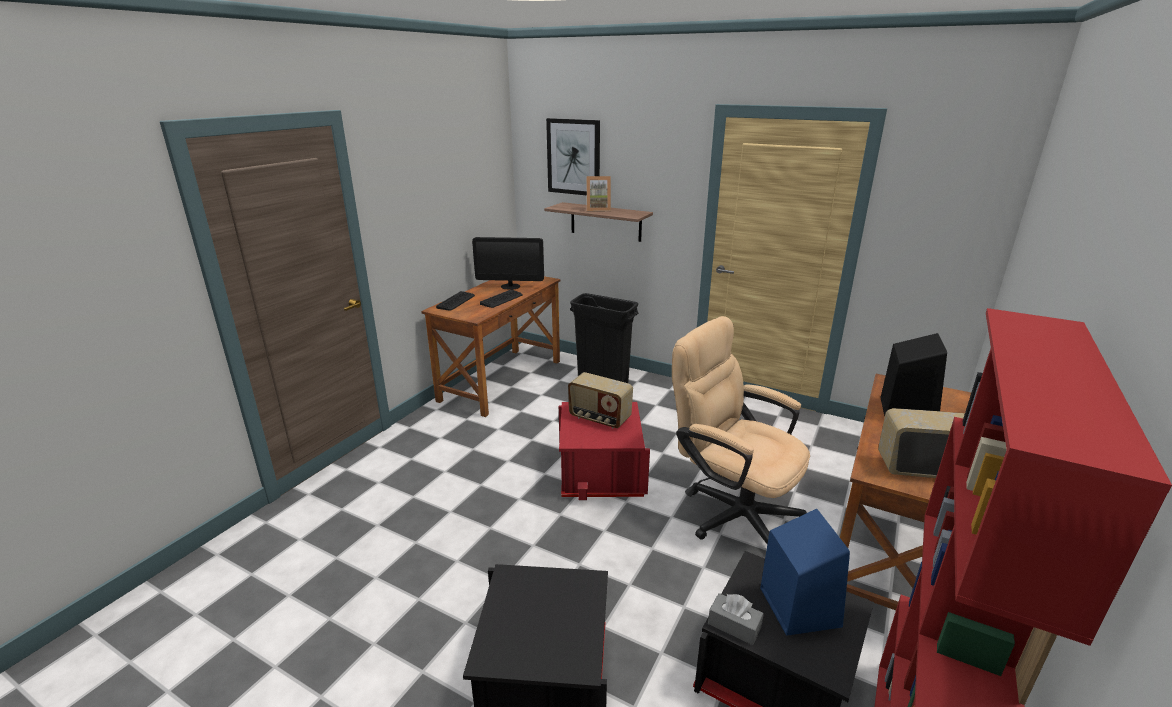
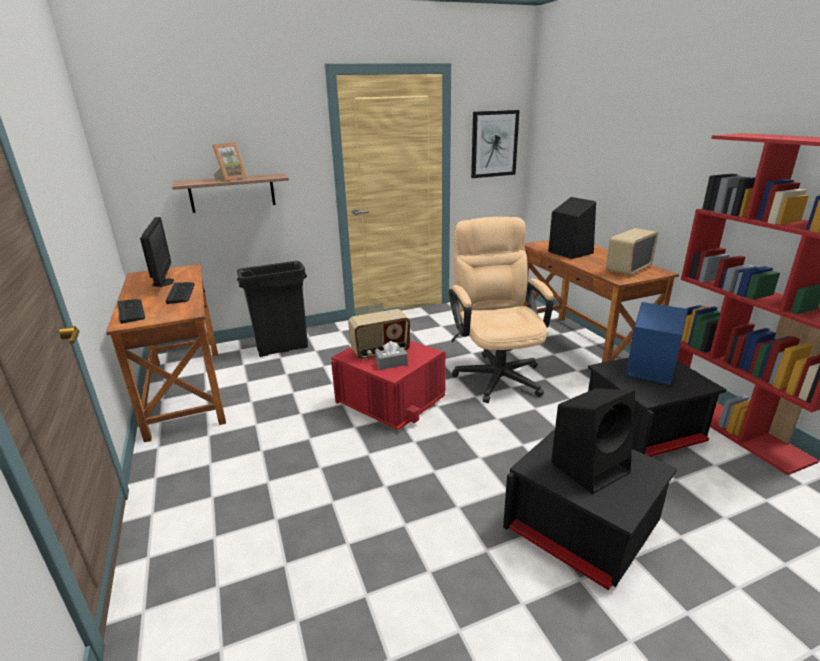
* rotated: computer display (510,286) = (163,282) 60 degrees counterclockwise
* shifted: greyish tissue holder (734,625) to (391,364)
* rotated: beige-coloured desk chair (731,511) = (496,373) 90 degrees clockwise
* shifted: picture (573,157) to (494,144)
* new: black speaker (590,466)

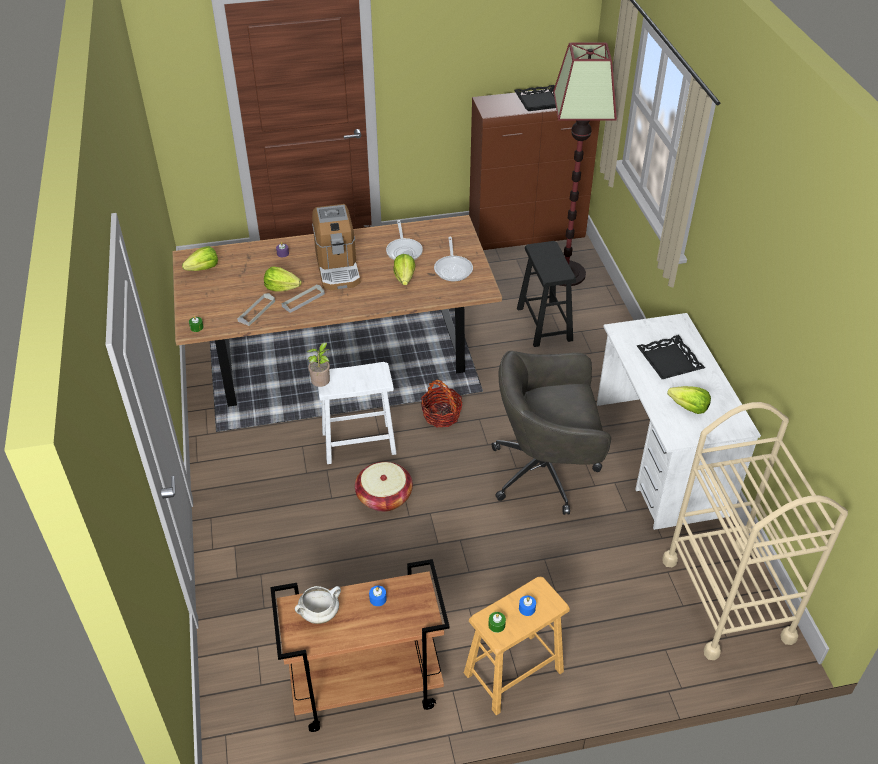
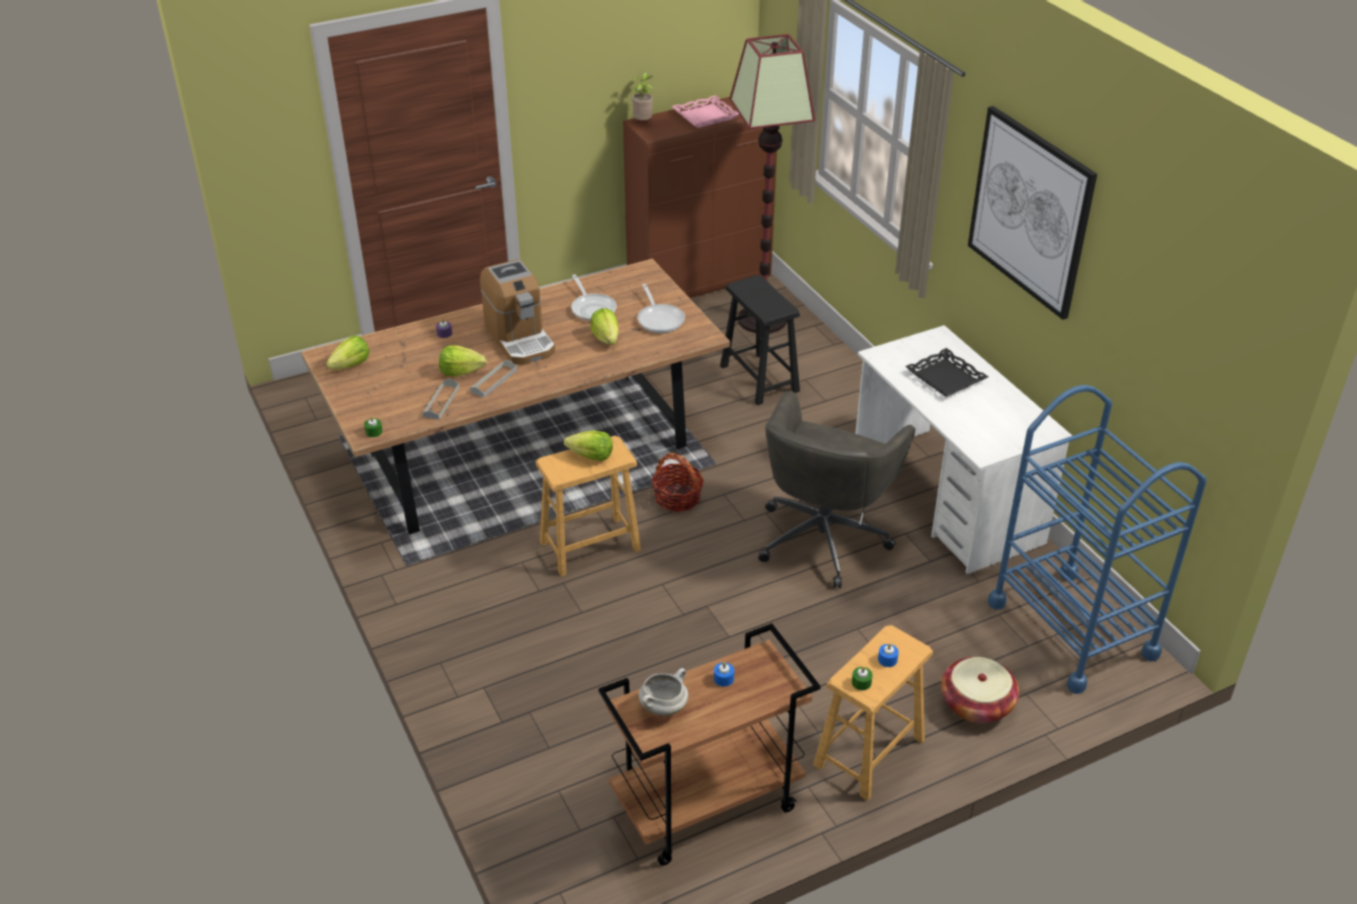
* repainted: white stool (359,443) to brownish stool (590,546)
* shifted: lettuce (688,408) to (591,456)
* shifted: potted plant (322,385) to (643,123)
* repainted: black tray (539,101) to pink-coloured tray (705,116)
* rotated: greyish desk chair (546,472) = (824,536) 45 degrees counterclockwise
* shifted: basket (384,496) to (976,704)
* new: picture (1030,211)
* repainted: beige-coloured wheeled cart (727,599) to blue wheeled cart (1072,629)

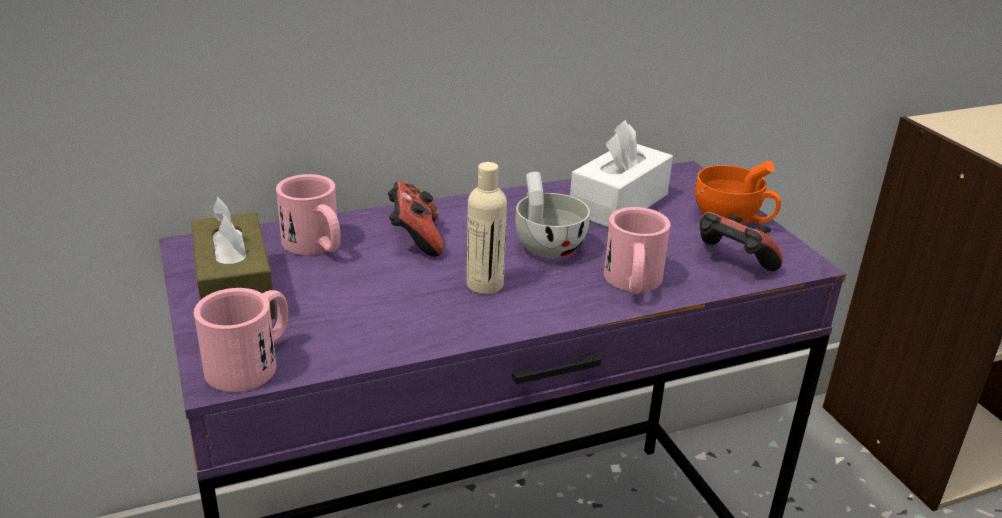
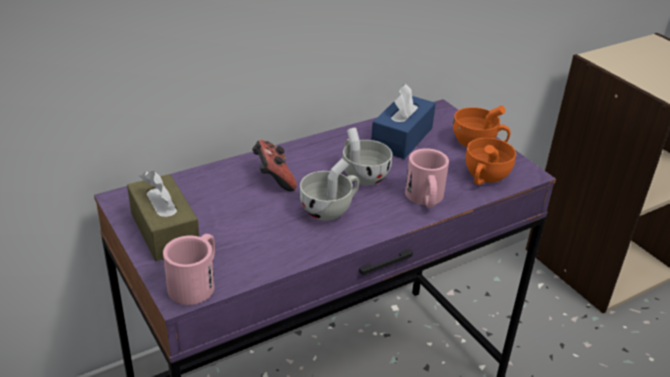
* swapped: beige-coloured beverage bottle (485,284) to white small cup (330,209)
* repainted: white tissue holder (619,203) to blue tissue holder (402,138)
* swapped: gamepad (732,263) to orangey small cup (484,178)
* gone: pink-coloured mug (317,246)

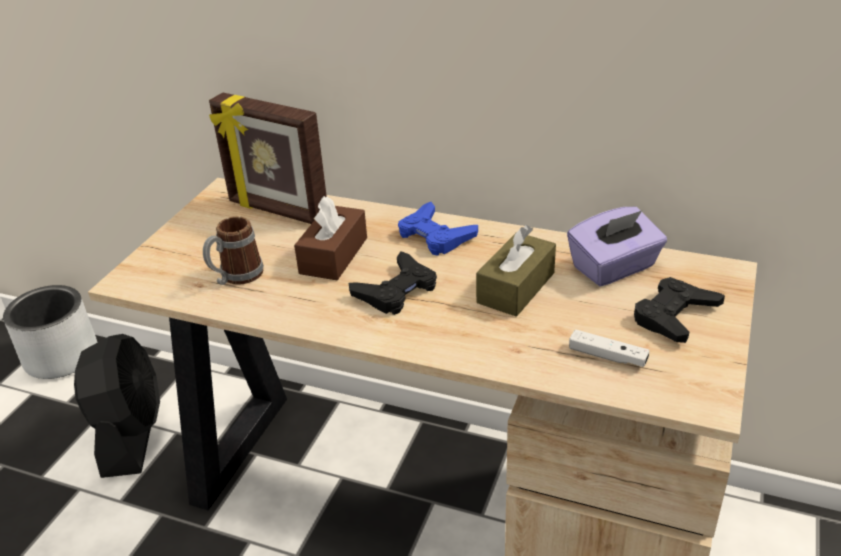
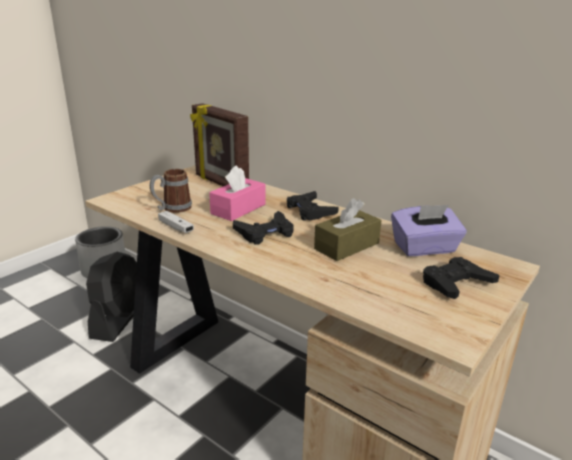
* shifted: white gamepad (607,356) to (176,227)
* repainted: brownish tissue holder (333,255) to pink-coloured tissue holder (238,209)
* repainted: blue gamepad (435,236) to black gamepad (309,211)

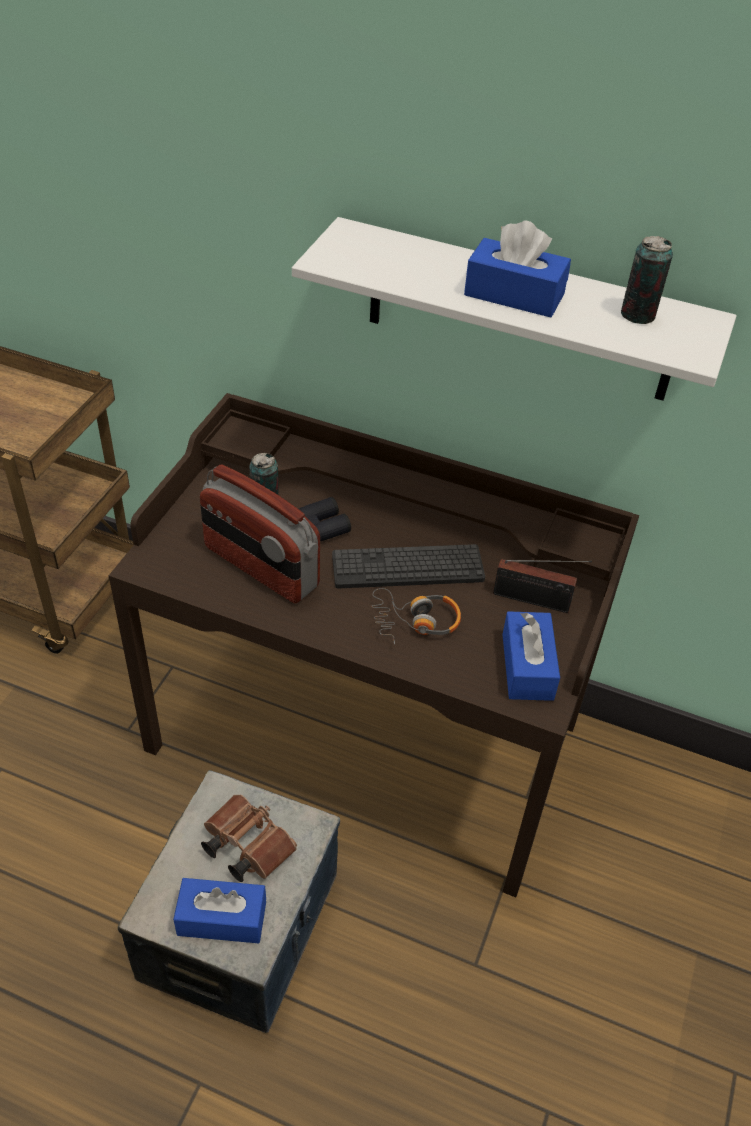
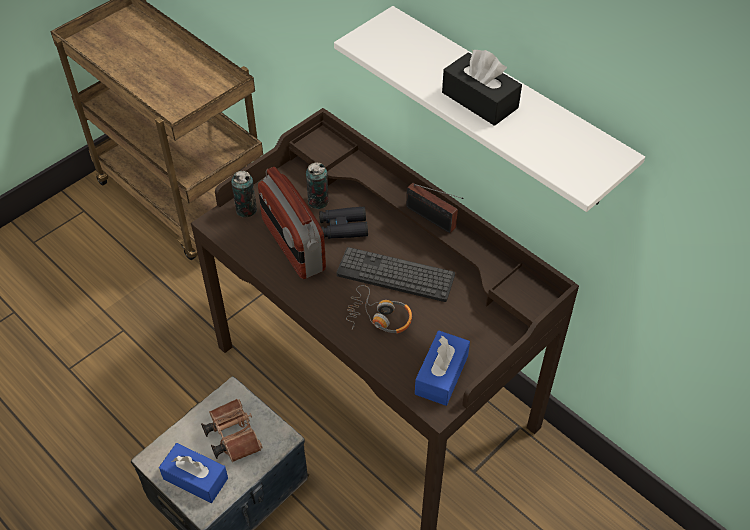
* shifted: sealed can (638,315) to (246,210)
* shifted: radio (535,601) to (433,219)
* repainted: blue tissue holder (514,294) to black tissue holder (479,100)

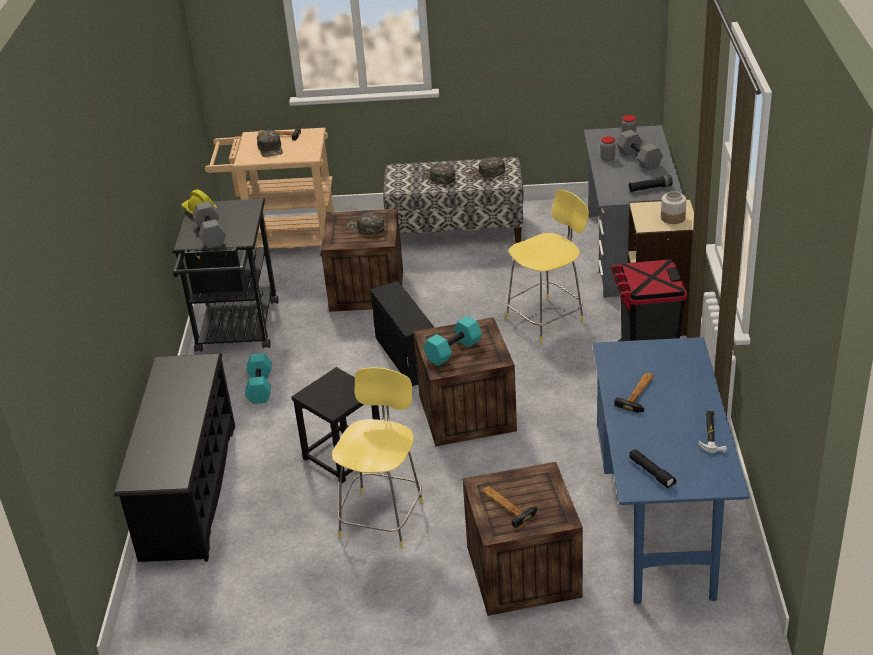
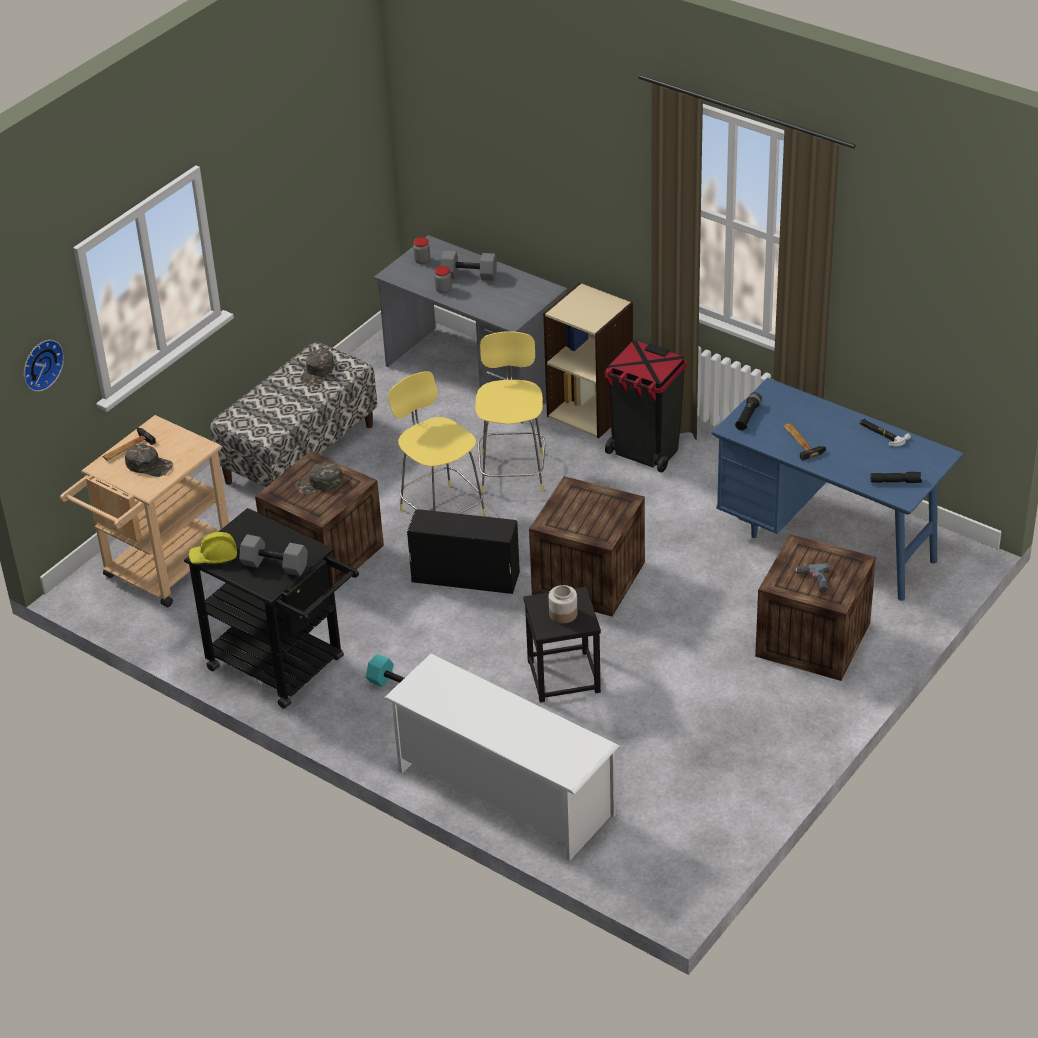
* new: clock on the wall (40,364)
* repainted: black shoe stand (188,490) to white shoe stand (503,792)
* shifted: yellow stool (383,517) to (441,510)
* shifted: preserve jar (672,218) to (563,614)
* shifted: black flashlight (650,189) to (748,417)
* swapped: hammer (507,505) to power drill (813,581)
* gone: green-coloured peaked cap (438,177)
* gone: turquoise dumbbell (453,351)

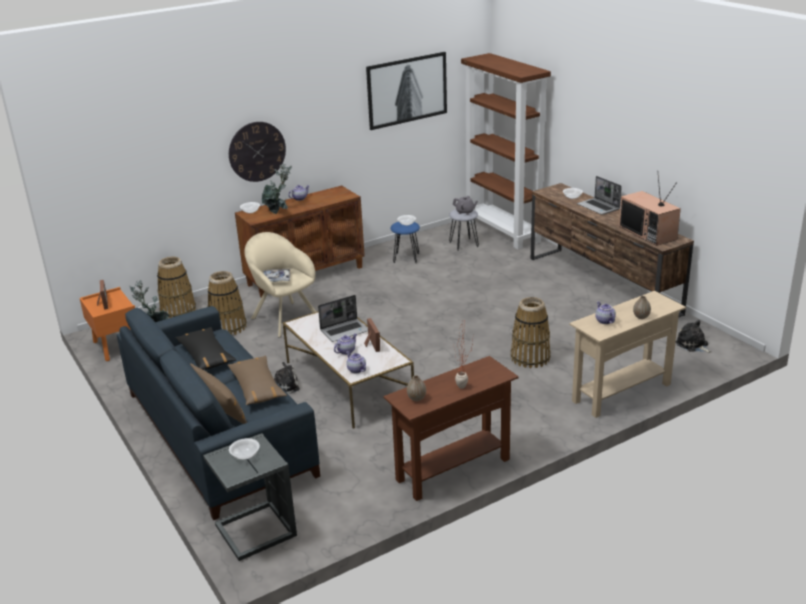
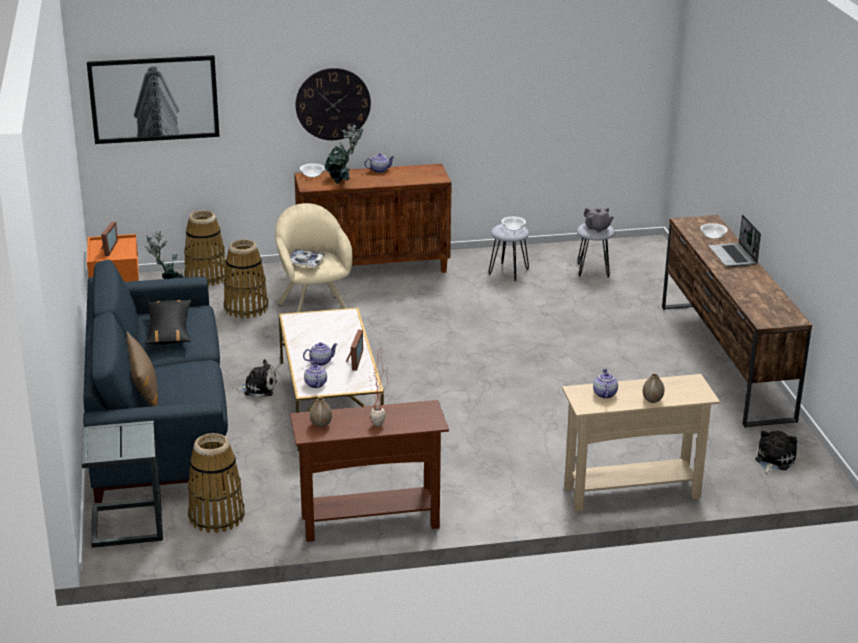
* shifted: picture (407,90) to (154,99)
* shifted: basket (530,358) to (216,517)
* repainted: blue stool (406,257) to greyish stool (508,271)
* rotated: cuddly toy (693,345) = (773,460) 45 degrees clockwise
* gone: brownish pillow (257,387)
* gone: serving bowl (245,455)
* gone: laptop (345,331)
* gone: brownish shelving unit (503,231)
* gone: television (649,233)

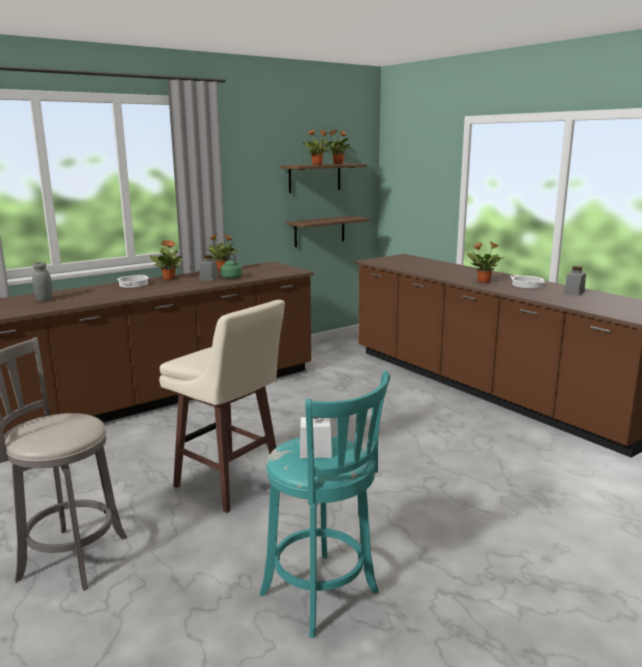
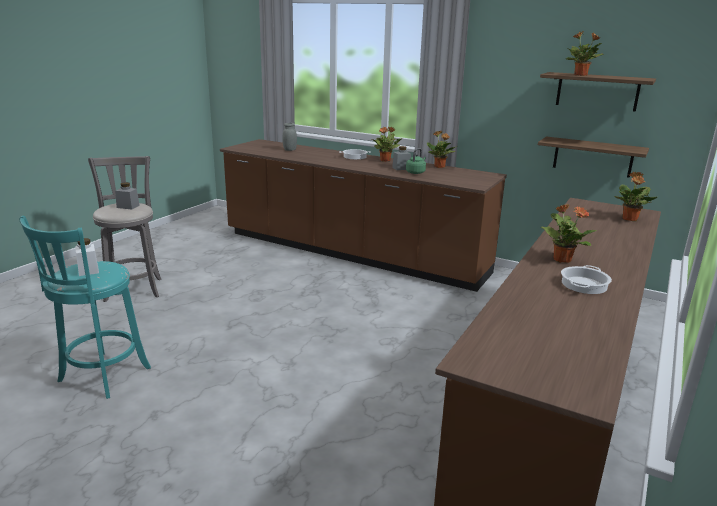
* shifted: greyish preserve jar (574,292) to (128,206)
* shifted: potted plant (338,164) to (629,219)
* gone: beige-coloured stool (230,485)

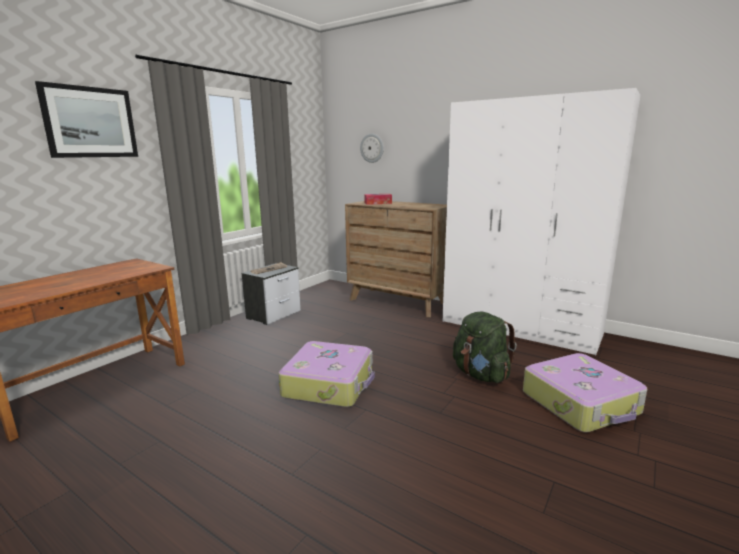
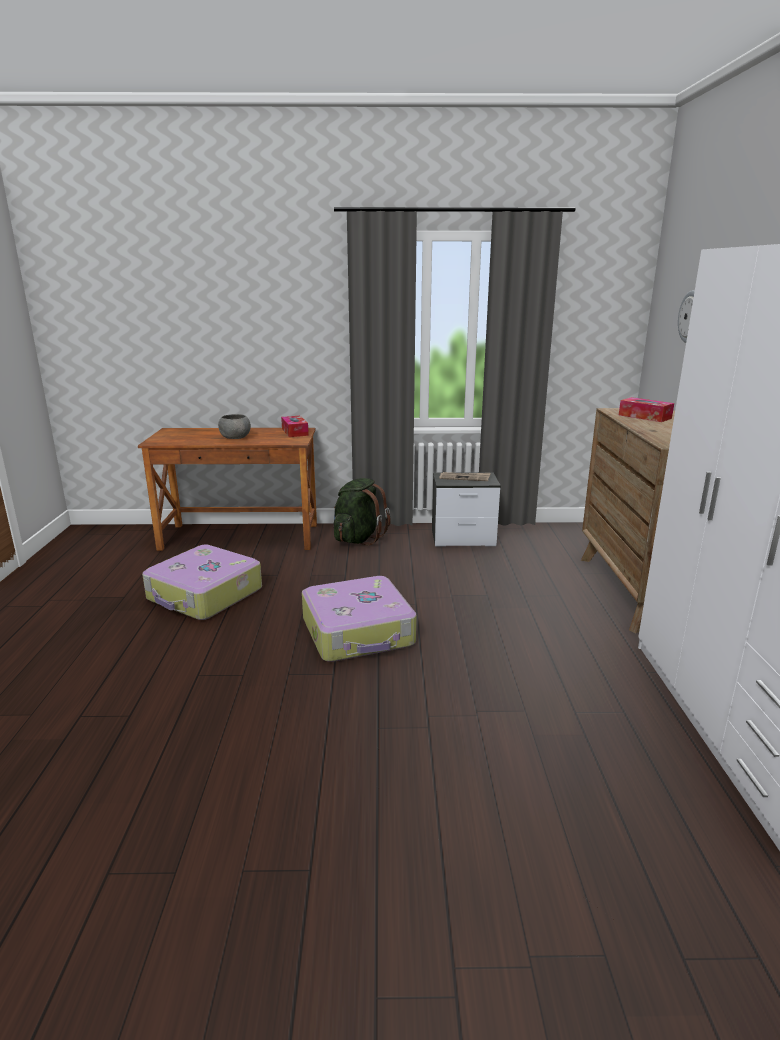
* shifted: travel case (581,403) to (204,595)
* new: greyish serving bowl (235,438)
* new: tissue holder (295,432)
* shifted: green-coloured backpack (481,374) to (358,538)
* gone: picture (90,122)

